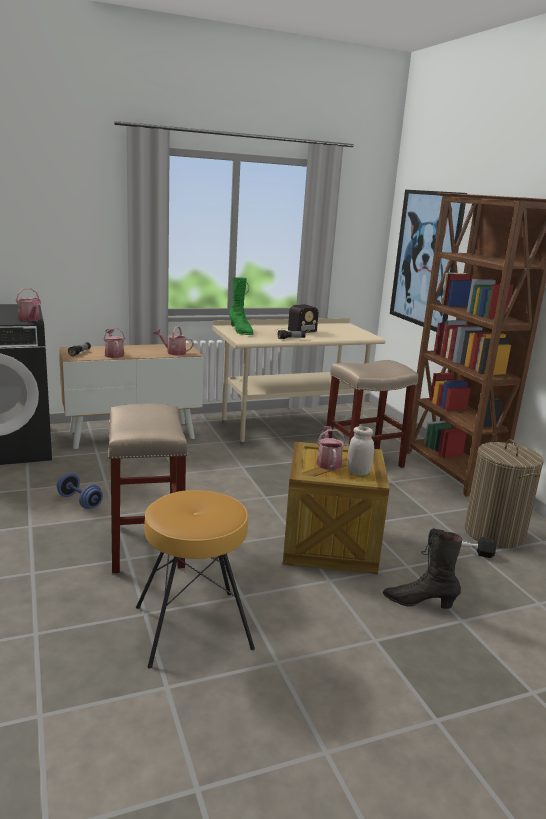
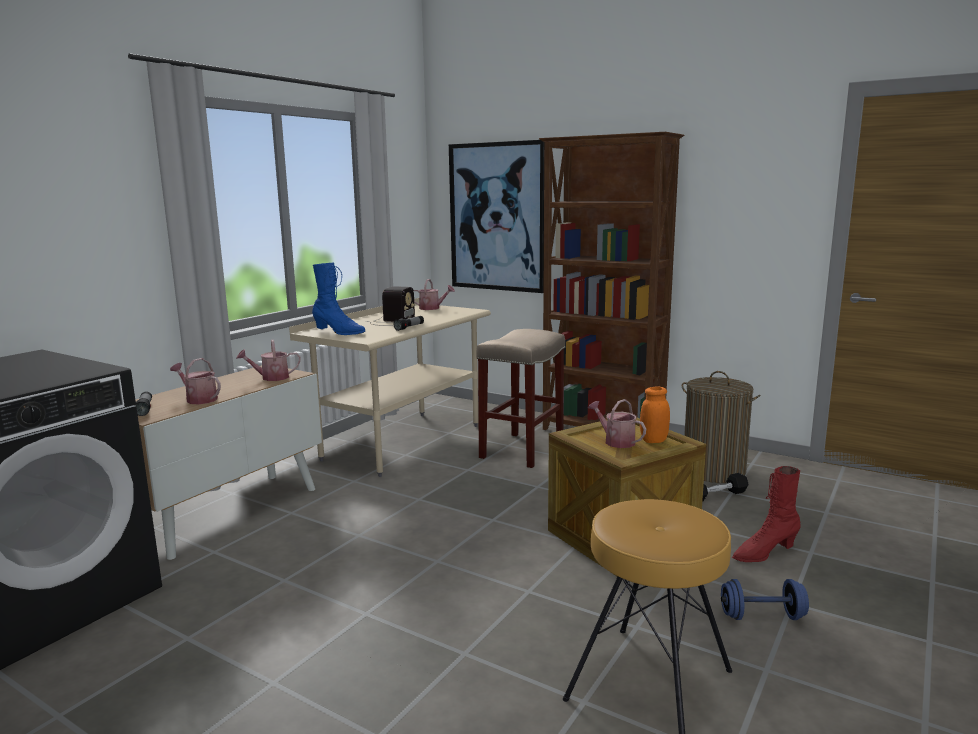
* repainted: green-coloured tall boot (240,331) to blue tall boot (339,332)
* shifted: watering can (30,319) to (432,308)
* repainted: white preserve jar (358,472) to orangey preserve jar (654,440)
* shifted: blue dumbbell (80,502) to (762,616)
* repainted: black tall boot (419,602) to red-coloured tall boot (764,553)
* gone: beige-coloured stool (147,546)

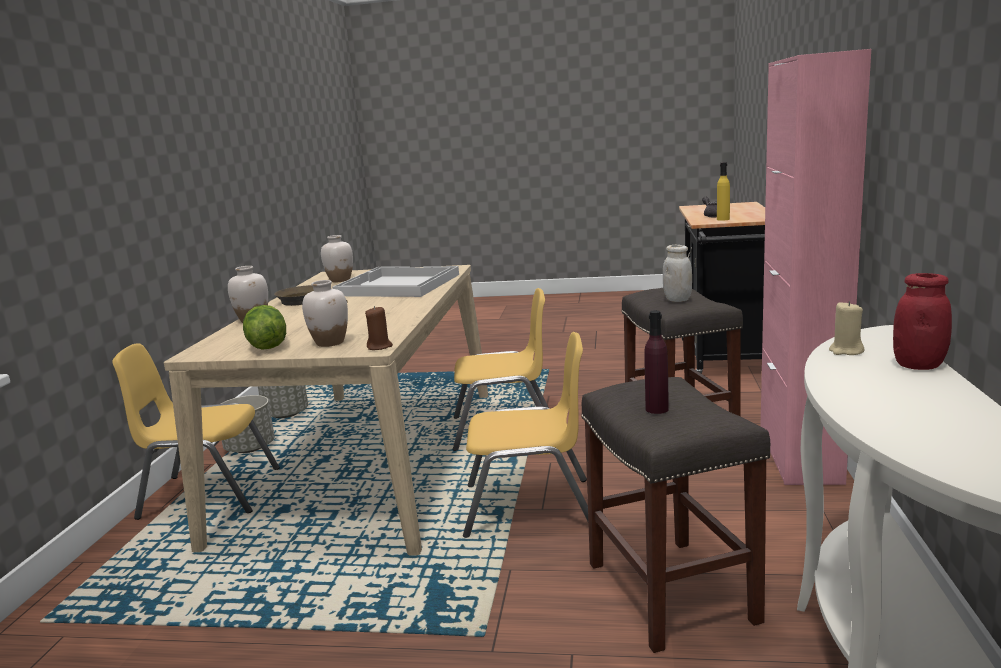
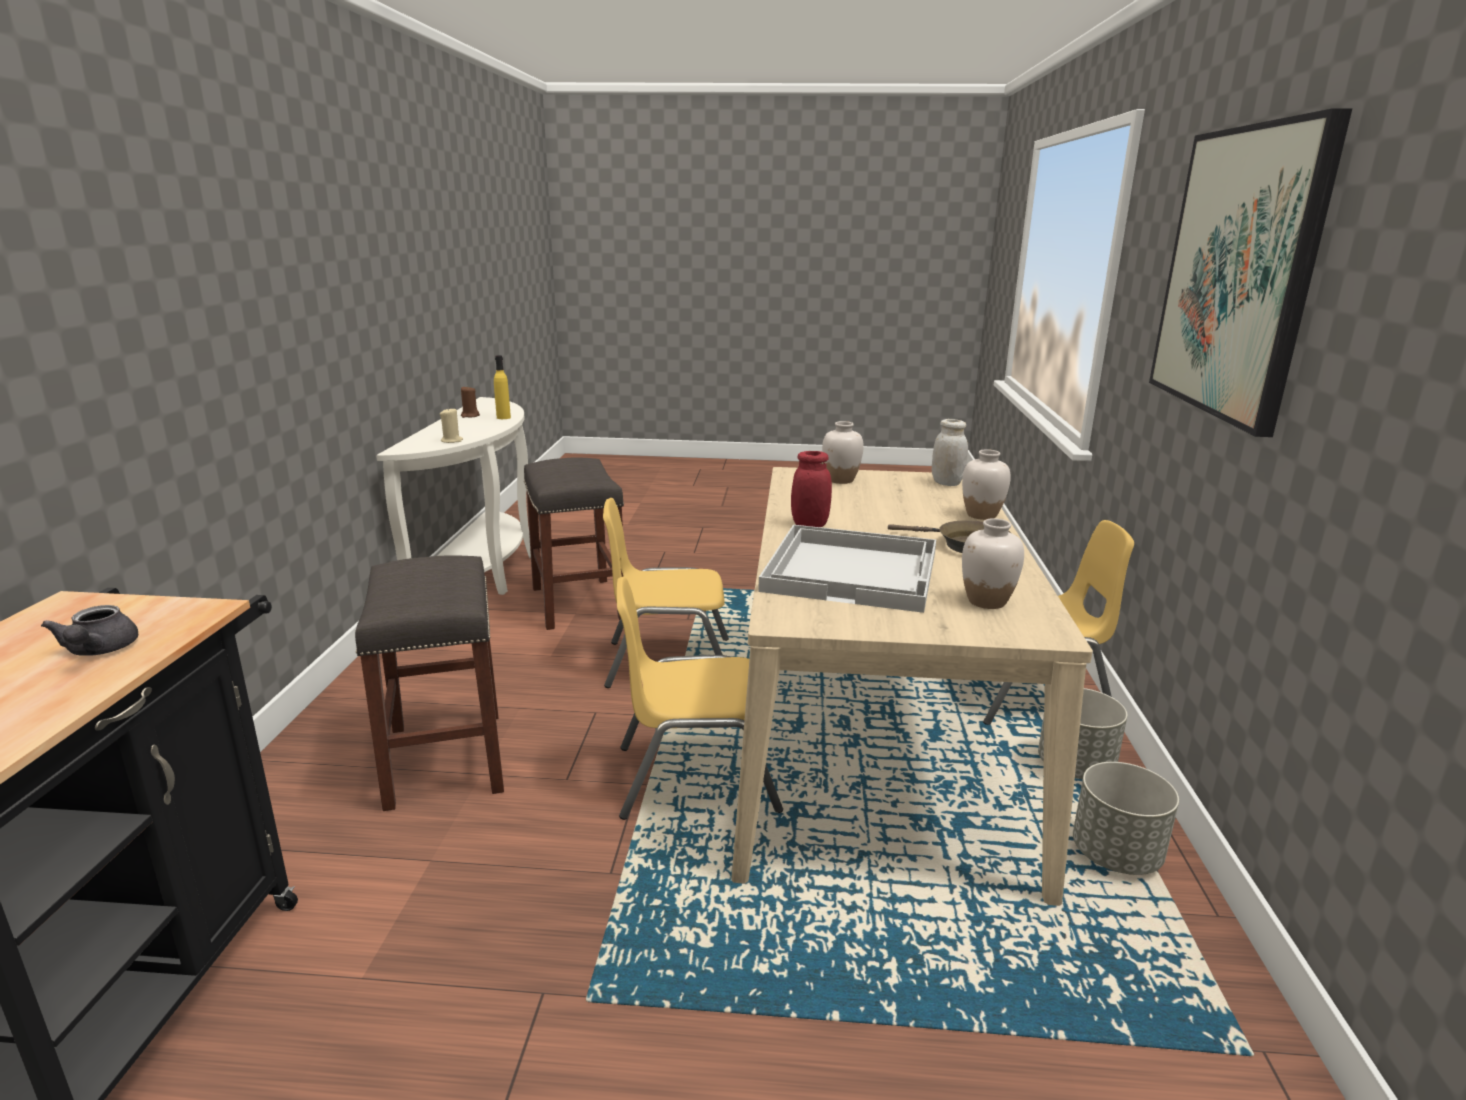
* shifted: brownish wax light (380,347) to (470,416)
* shifted: yellow beverage bottle (723,219) to (503,417)
* shifted: red-coloured preserve jar (918,365) to (809,524)
* shifted: white preserve jar (677,299) to (946,483)
* new: picture (1238,273)
* gone: lettuce (266,346)
* gone: purplish beverage bottle (657,409)
* gone: pink-coloured cabinet (799,456)

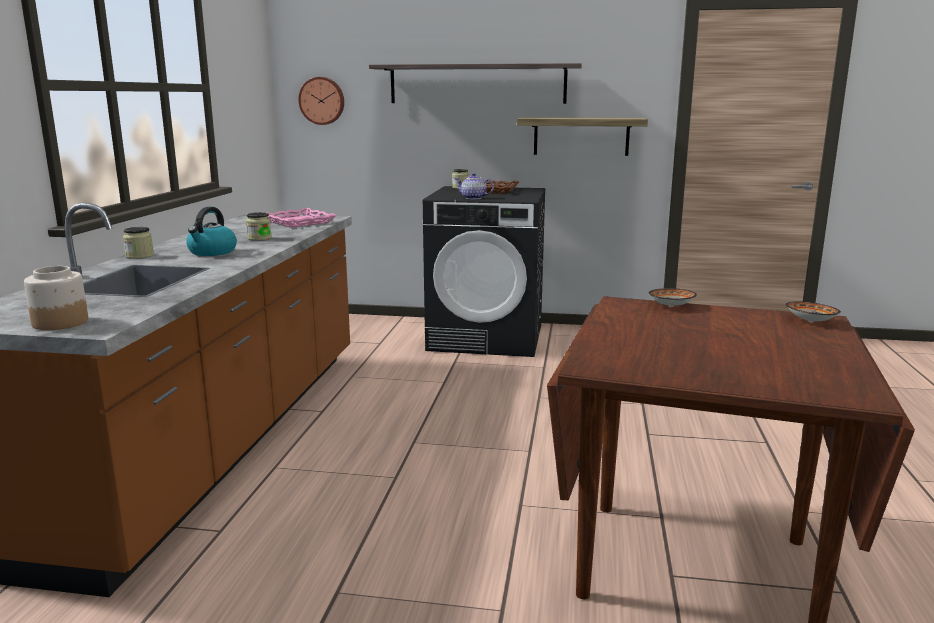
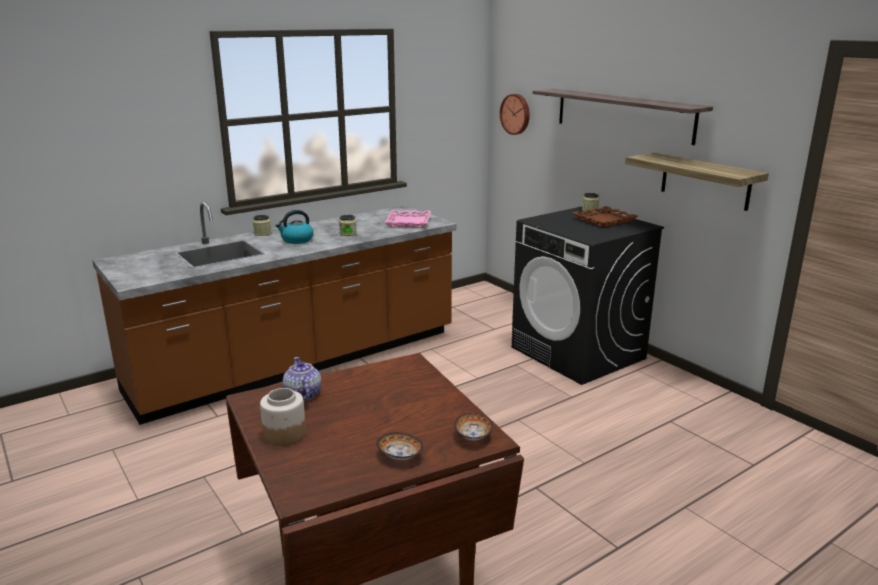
* shifted: preserve jar (59,323) to (284,434)
* shifted: pot for tea (474,198) to (302,395)
* shifted: serving bowl (670,306) to (399,455)

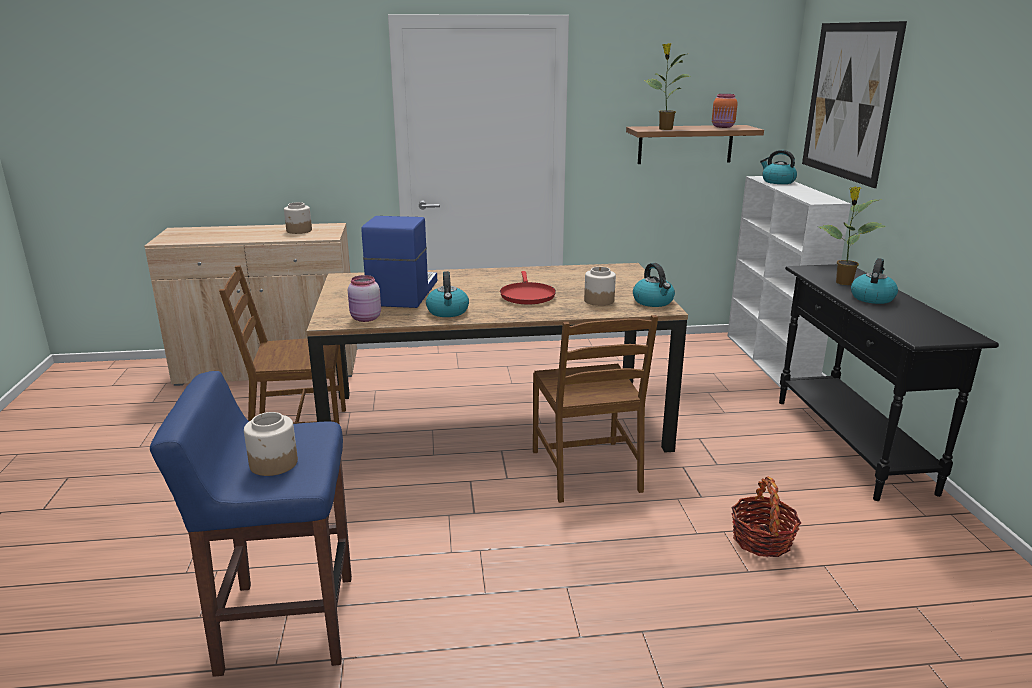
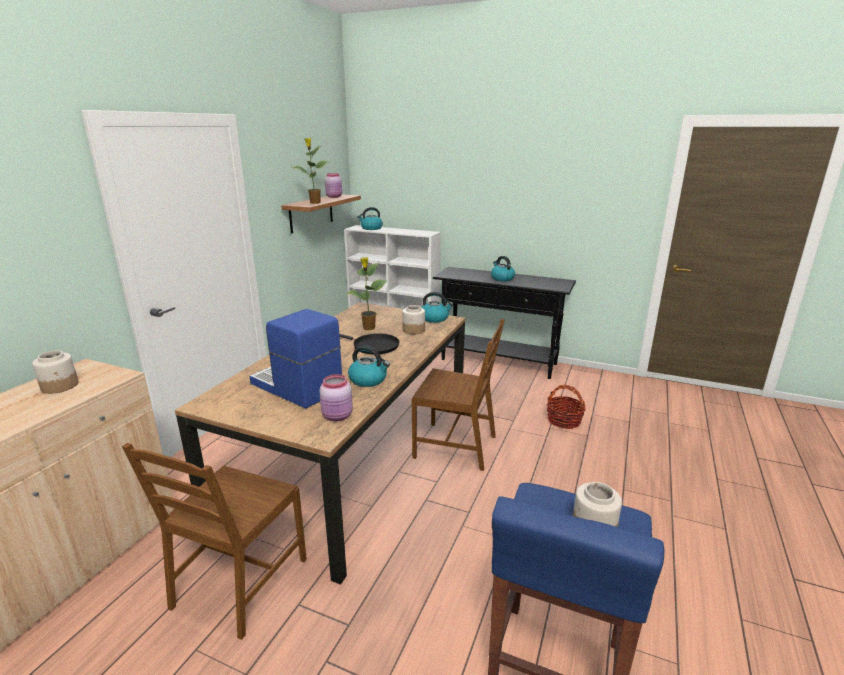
* repainted: orangey preserve jar (723,127) to pink-coloured preserve jar (334,197)
* repainted: red-coloured frying pan (527,295) to black frying pan (373,346)
* shifted: potted plant (843,282) to (368,328)
* gone: picture (849,101)

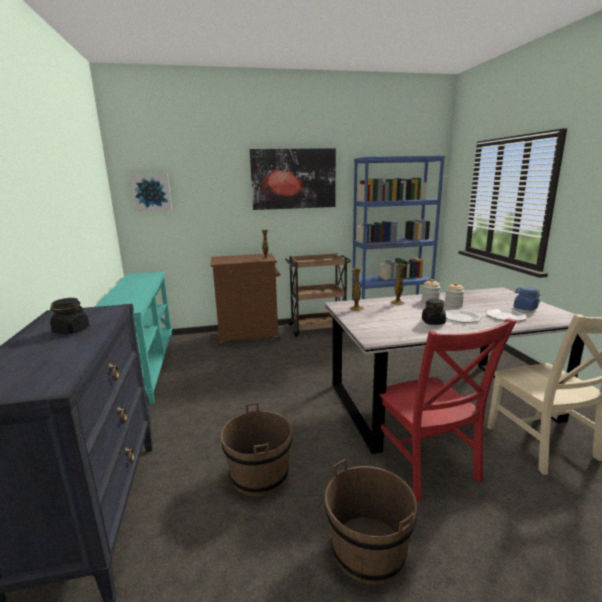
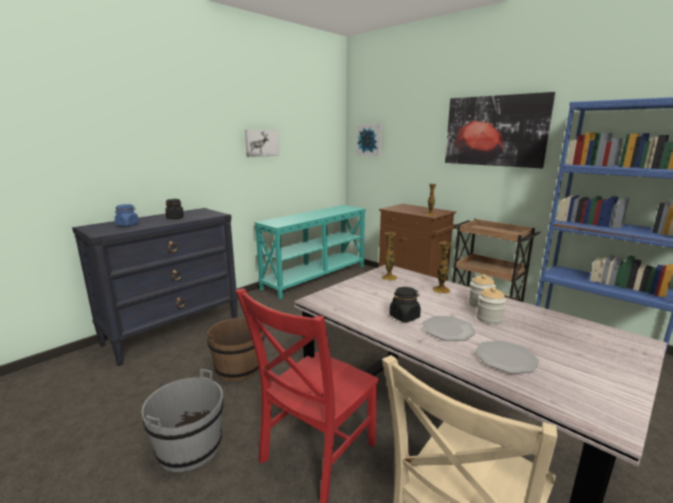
* shifted: blue preserve jar (525,308) to (127,225)
* repainted: brownish pail (368,550) to greyish pail (189,447)
* new: picture (261,143)

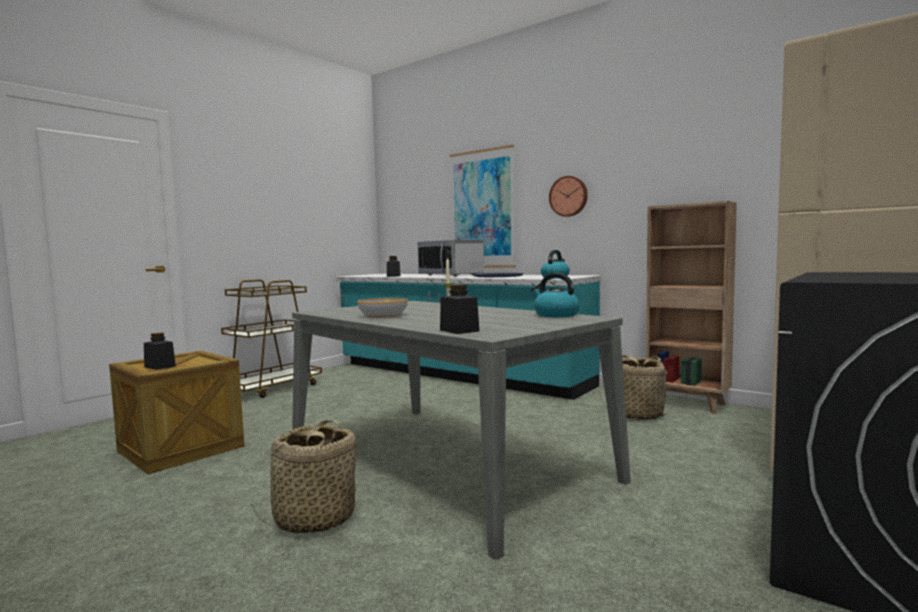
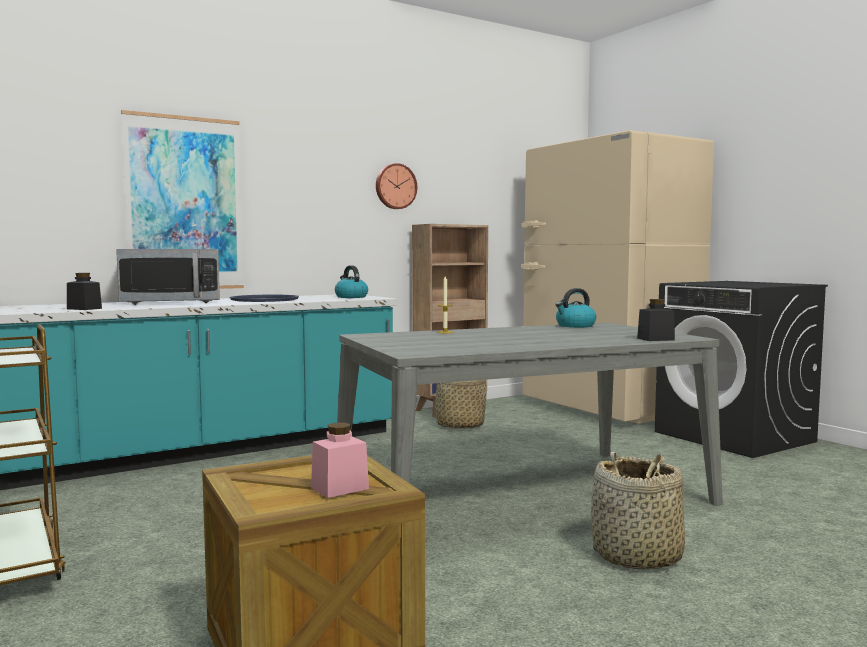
* repainted: black preserve jar (160,366) to pink-coloured preserve jar (340,488)
* shifted: clock on the wall (569,196) to (395,186)
* gone: serving bowl (382,315)

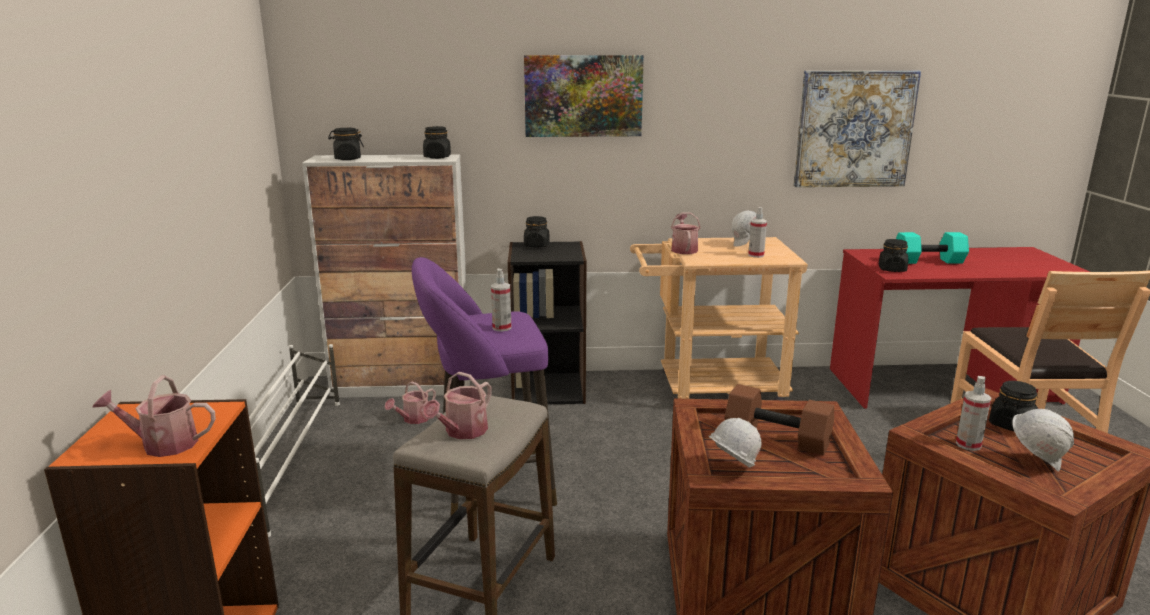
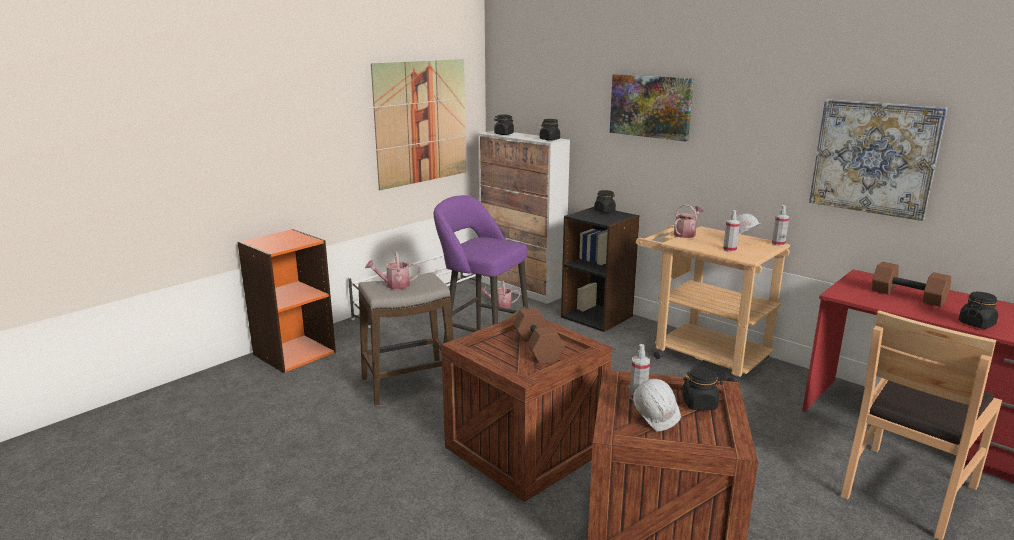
* new: picture (422,122)
* shifted: sprayer (502,328) to (778,244)
* repainted: turquoise dumbbell (928,261) to brownish dumbbell (908,296)
* shifted: black preserve jar (892,269) to (976,324)
* gone: watering can (162,444)
* gone: white work helmet (730,472)

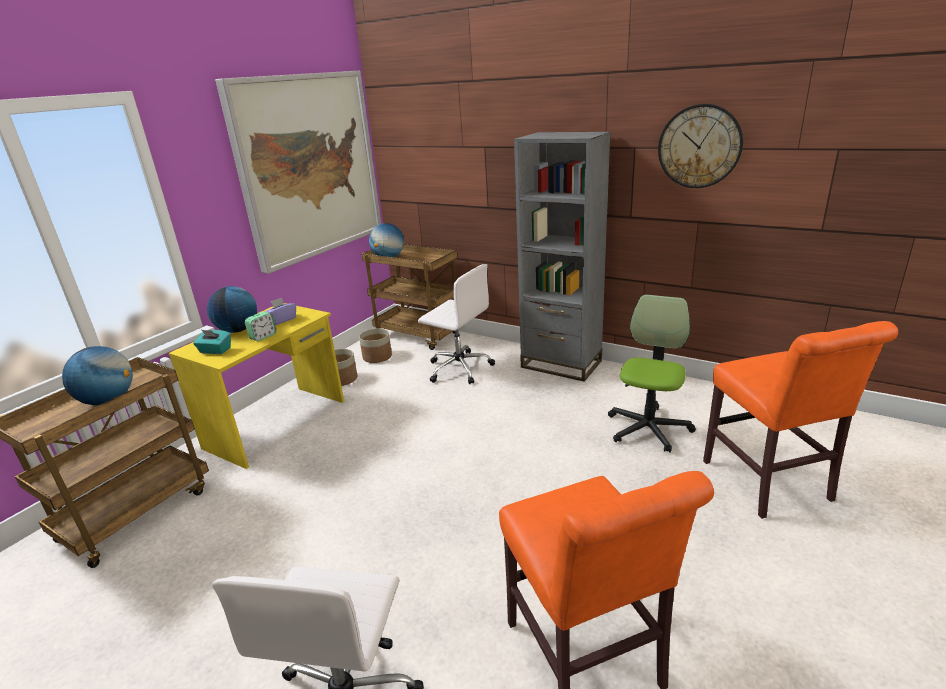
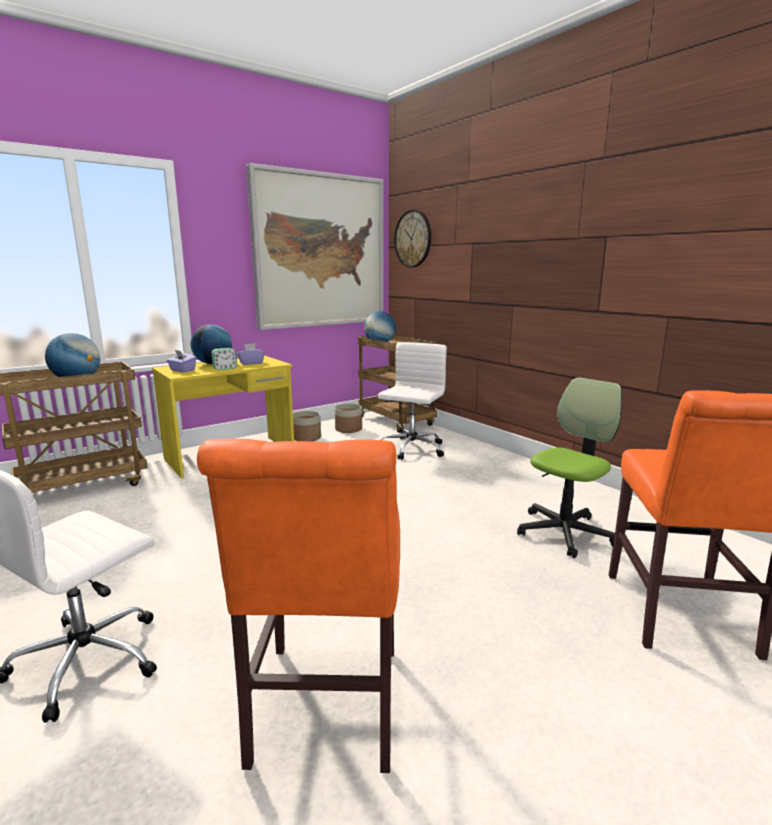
* repainted: turquoise tissue holder (215,351) to purplish tissue holder (182,370)
* rotated: white desk chair (458,368) = (411,449) 120 degrees counterclockwise
* shifted: clock on the wall (699,146) to (413,239)
* gone: greyish shelving unit (561,364)

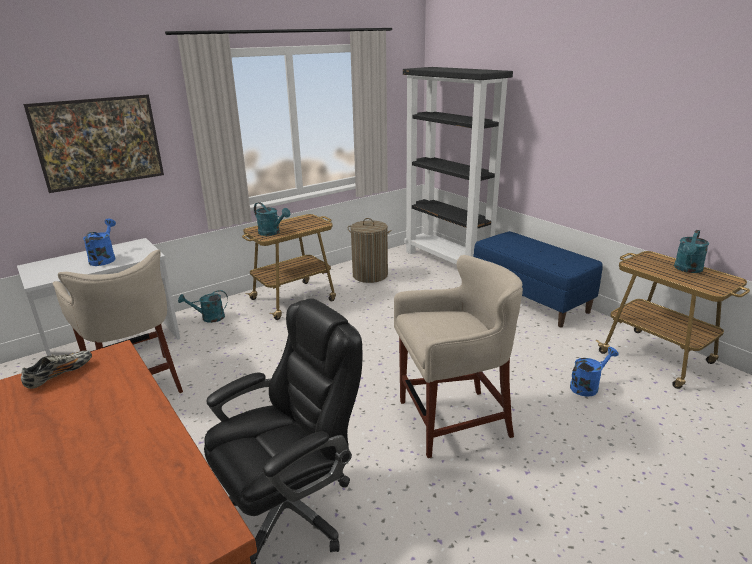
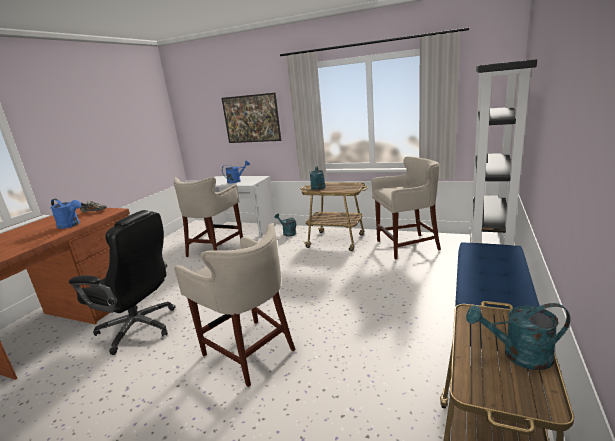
* shifted: blue watering can (587,386) to (71,225)
* swapped: washing basket (370,275) to beige-coloured stool (406,246)

